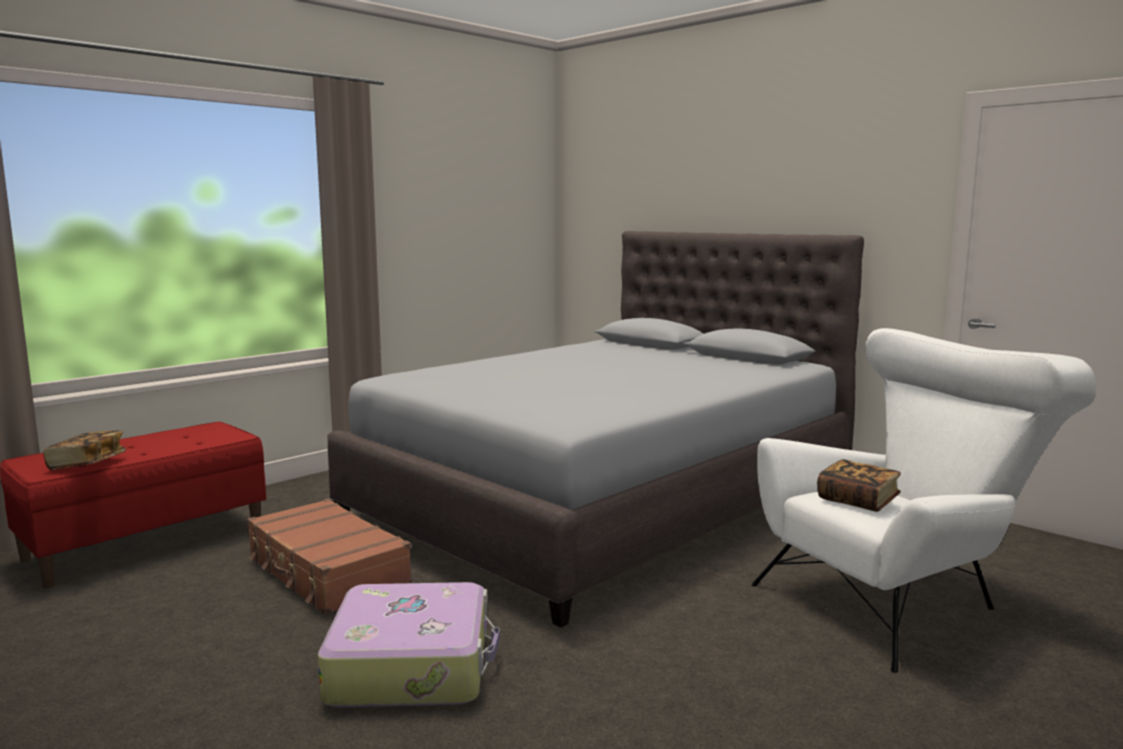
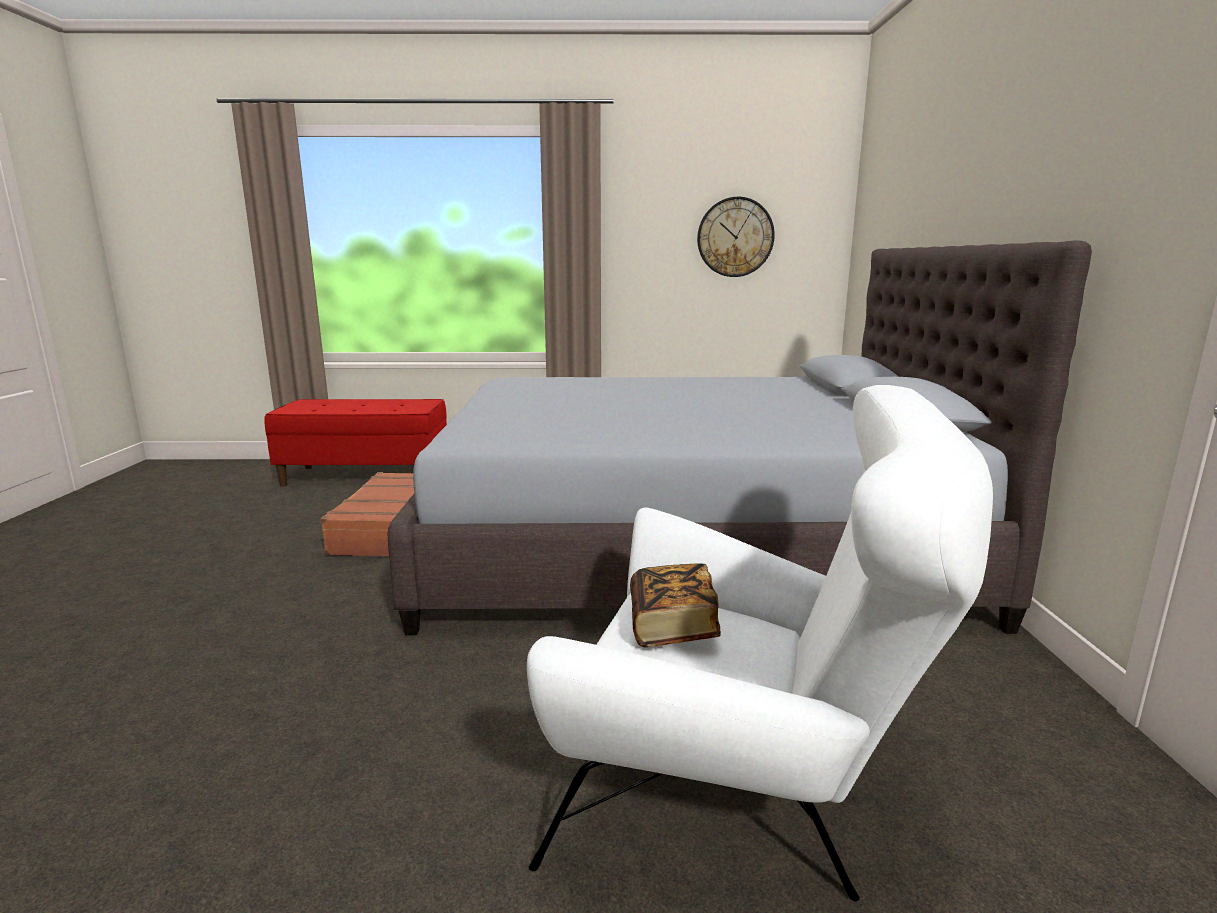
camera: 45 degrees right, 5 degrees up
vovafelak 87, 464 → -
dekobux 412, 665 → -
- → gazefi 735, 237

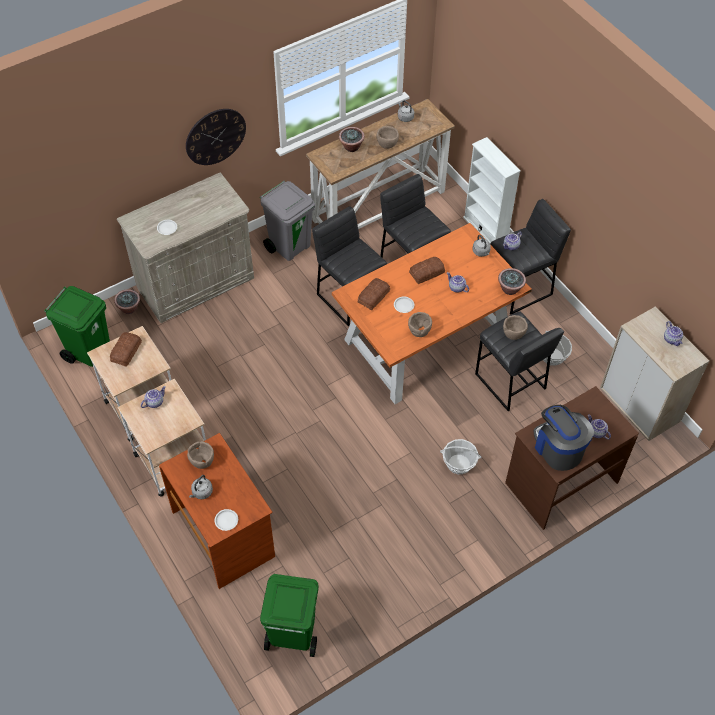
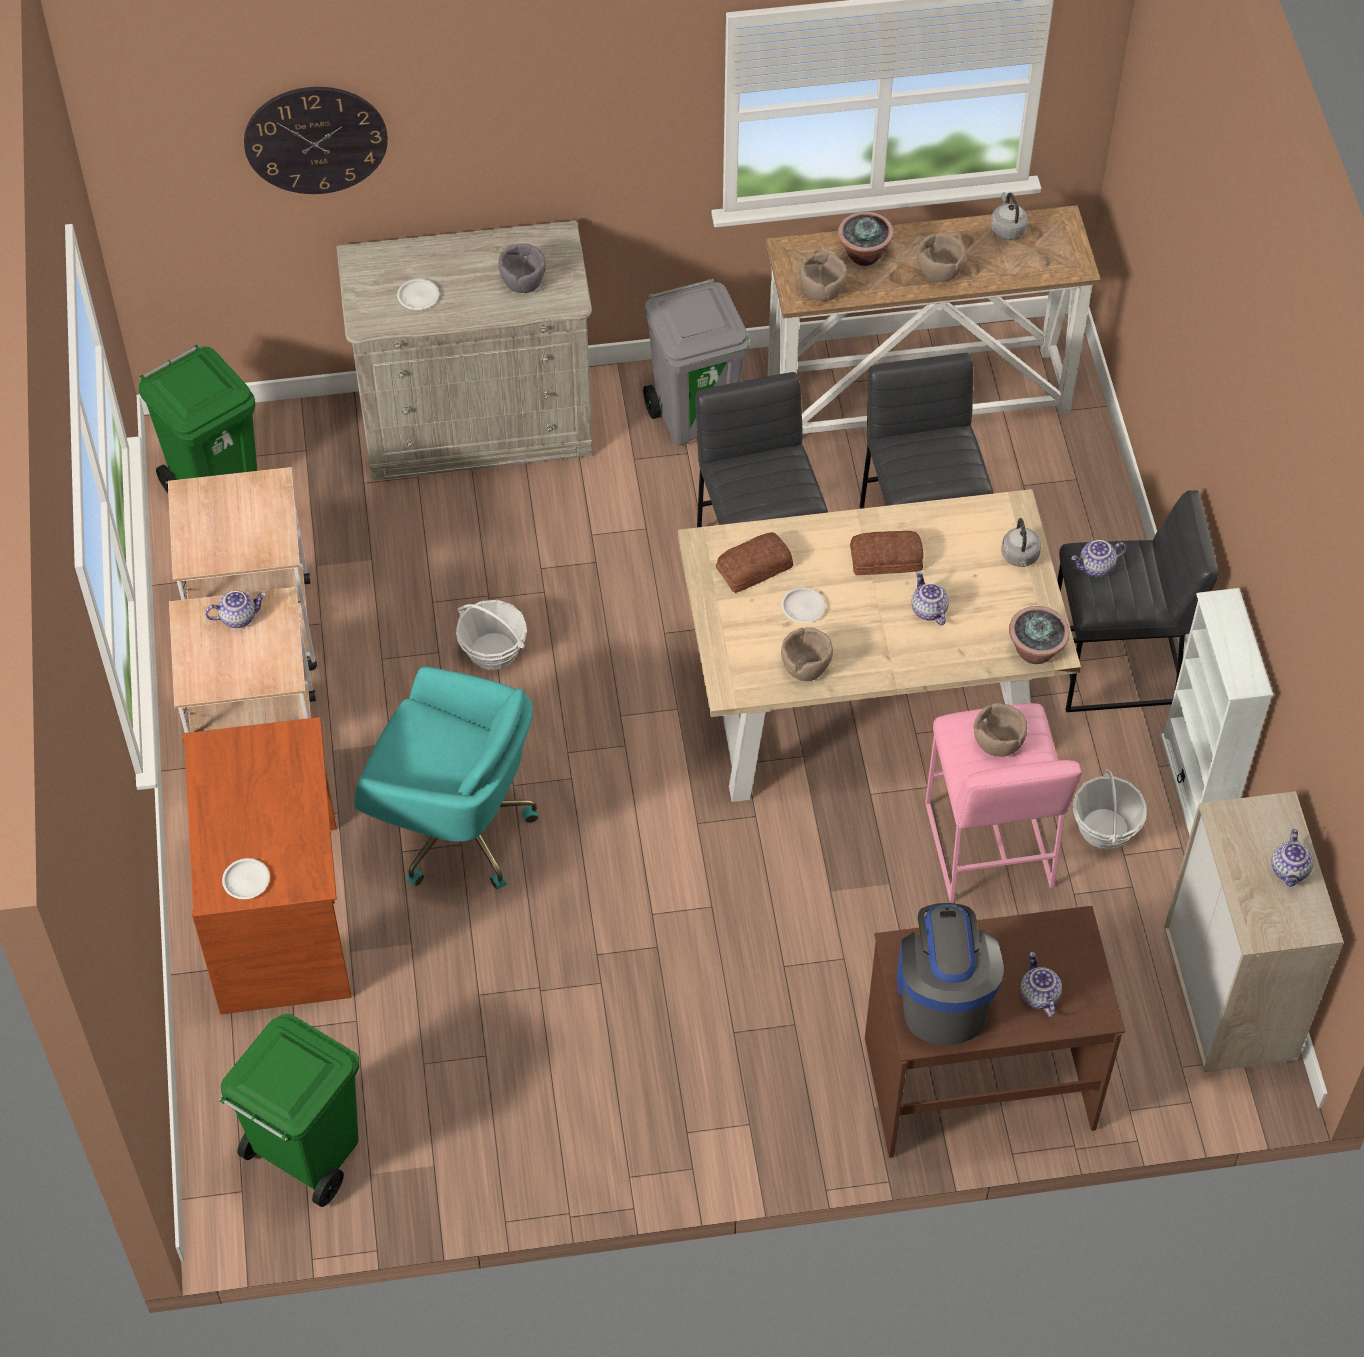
camera: 25 degrees right, 0 degrees up
gazefi 215, 136 → gazefi 315, 139, shifted
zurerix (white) 485, 230 → zurerix (white) 1195, 784, shifted
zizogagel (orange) 426, 340 → zizogagel (beige) 864, 701
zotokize 129, 308 → -
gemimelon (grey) 511, 382 → gemimelon (pink) 989, 847
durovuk 125, 351 → -
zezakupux 459, 464 → zezakupux 493, 651, shifted
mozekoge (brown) 202, 461 → mozekoge (brown) 822, 291, shifted
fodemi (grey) 201, 492 → -
- → mozekoge (grey) 523, 283
- → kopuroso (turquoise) 455, 831

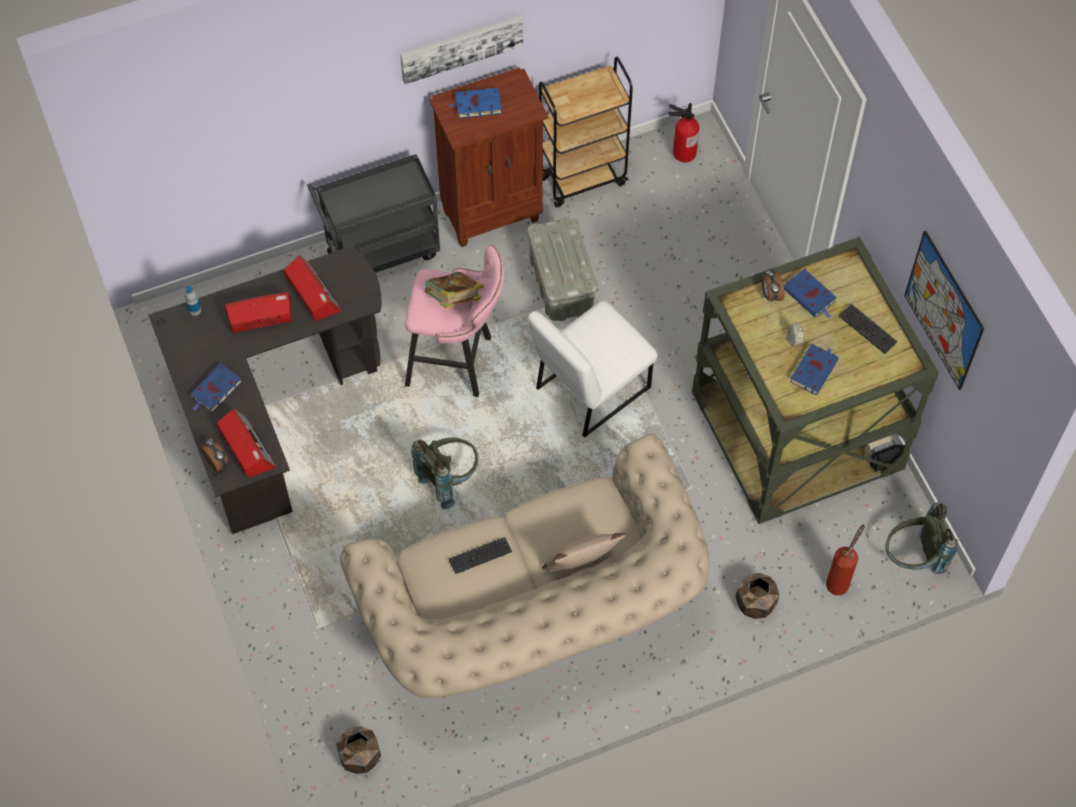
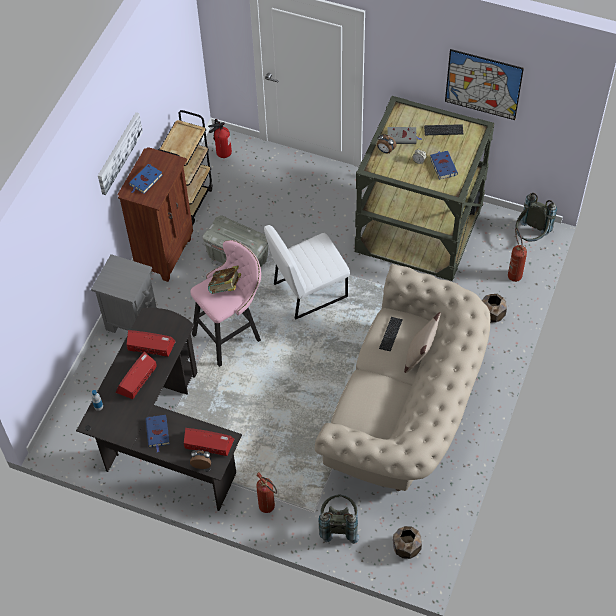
camera: 45 degrees left, 5 degrees down
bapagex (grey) 380, 256 → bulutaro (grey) 132, 320
vovafelak (blue) 810, 296 → vovafelak (grey) 402, 137
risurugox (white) 590, 389 → risurugox (white) 308, 291, 60 degrees clockwise
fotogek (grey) 449, 478 → fotogek (grey) 339, 525, shifted
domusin 480, 556 → domusin 390, 334, shifted
- → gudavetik 269, 509

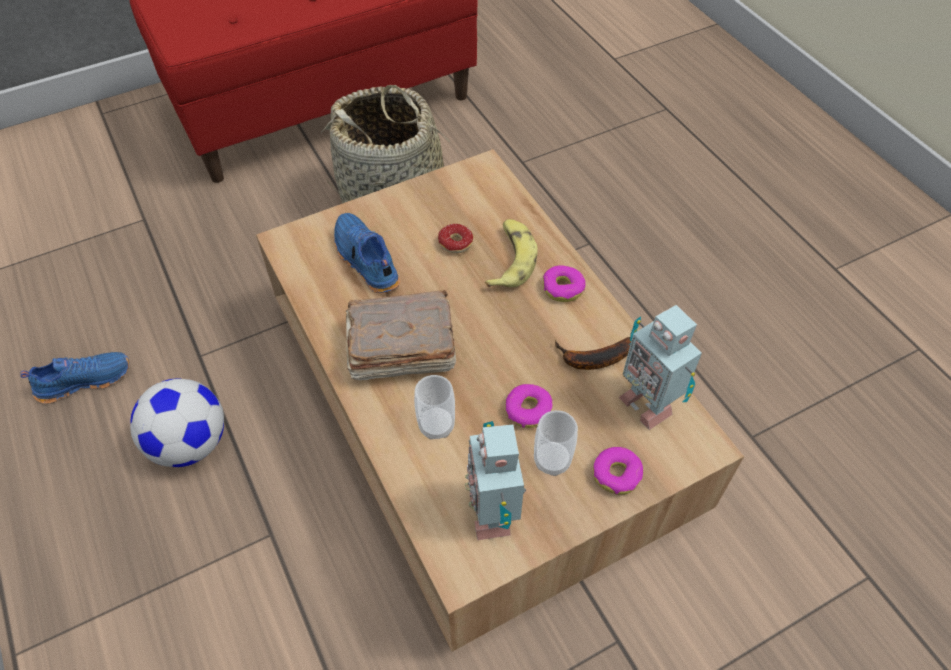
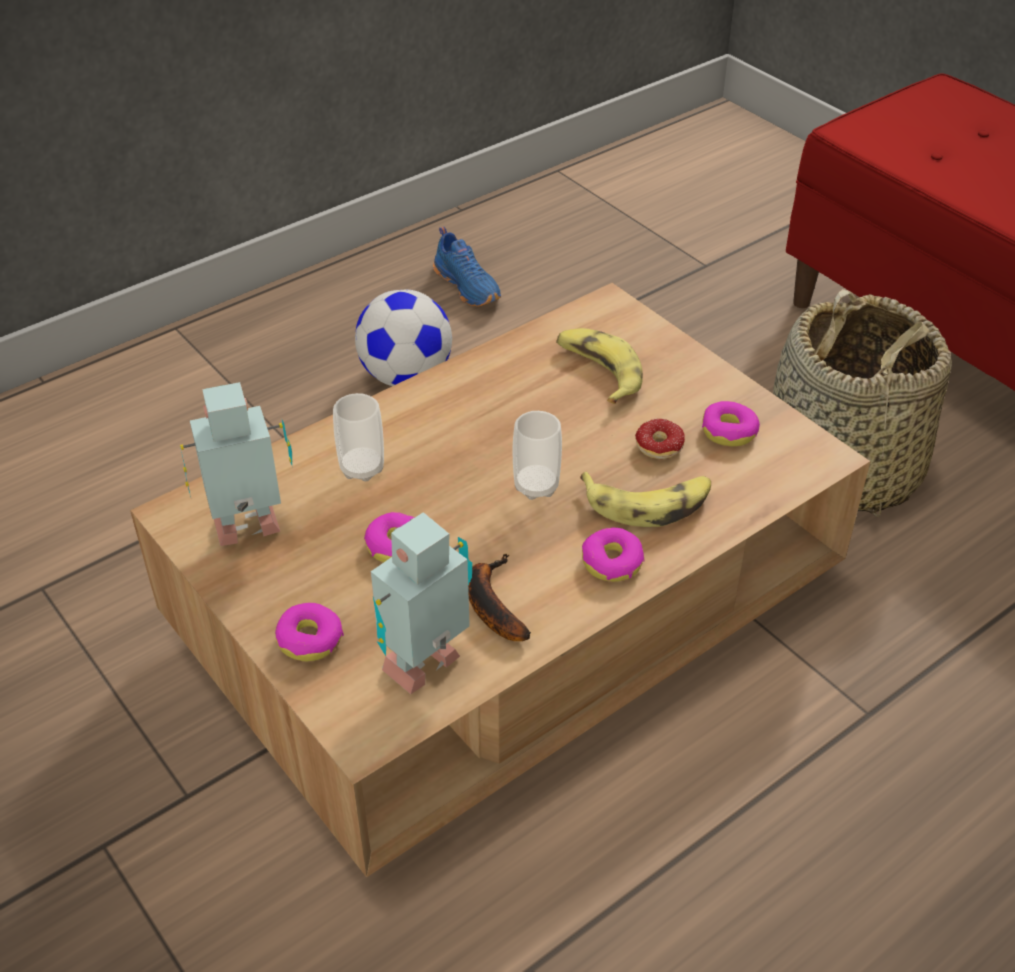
camera: 80 degrees right, 10 degrees down
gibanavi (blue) 365, 261 → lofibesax 598, 372
vovafelak (brown) 400, 348 → -
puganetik 552, 460 → puganetik 536, 486, shifted
- → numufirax 729, 431

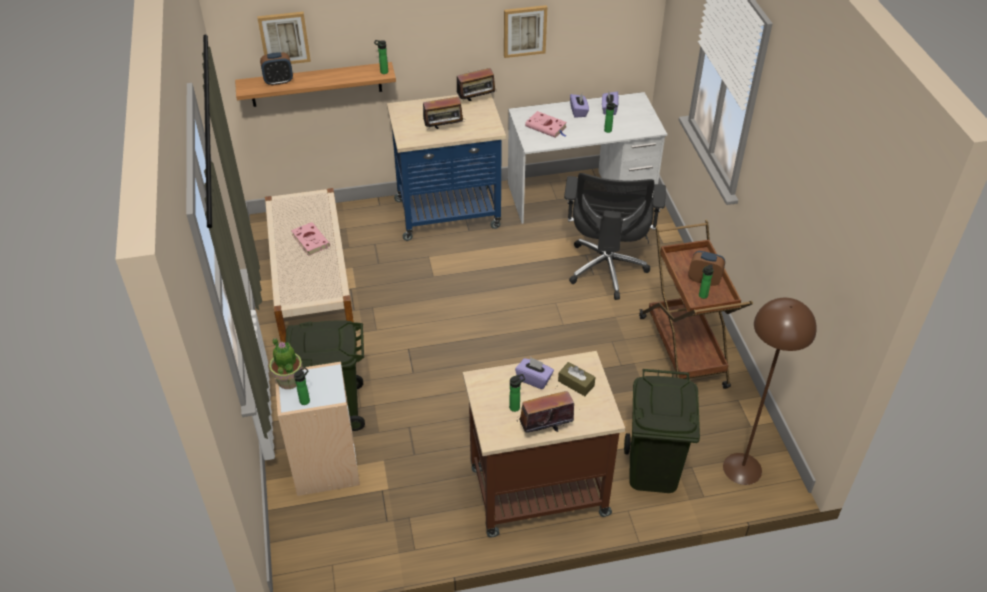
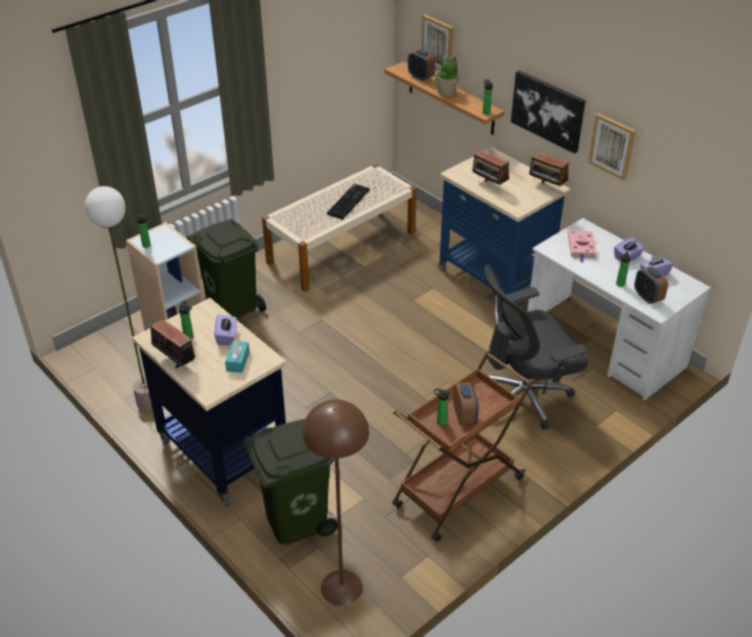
camera: 60 degrees right, 5 degrees down
vovafelak (pink) 310, 240 → domusin 348, 201
zotokize 289, 380 → zotokize 446, 92, shifted
bapagex (brown) 537, 493 → bapagex (blue) 223, 453
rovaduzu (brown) 576, 383 → rovaduzu (turquoise) 238, 361
- → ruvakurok 548, 110
- → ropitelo 147, 402
- → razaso 647, 297

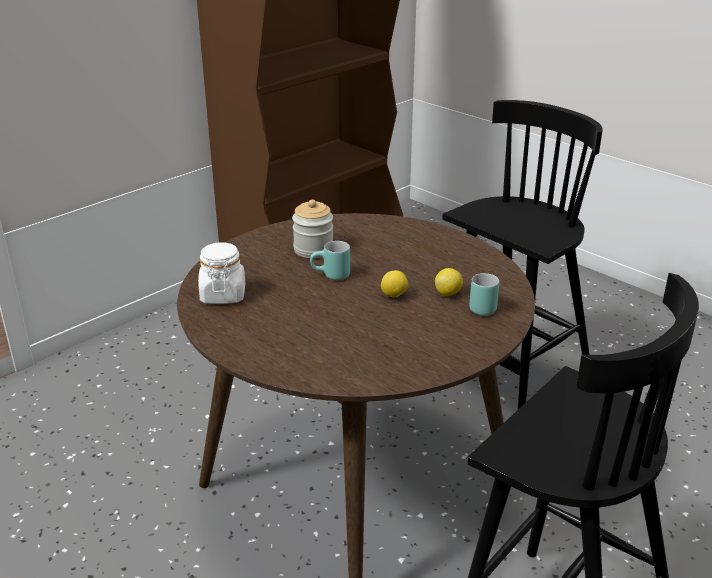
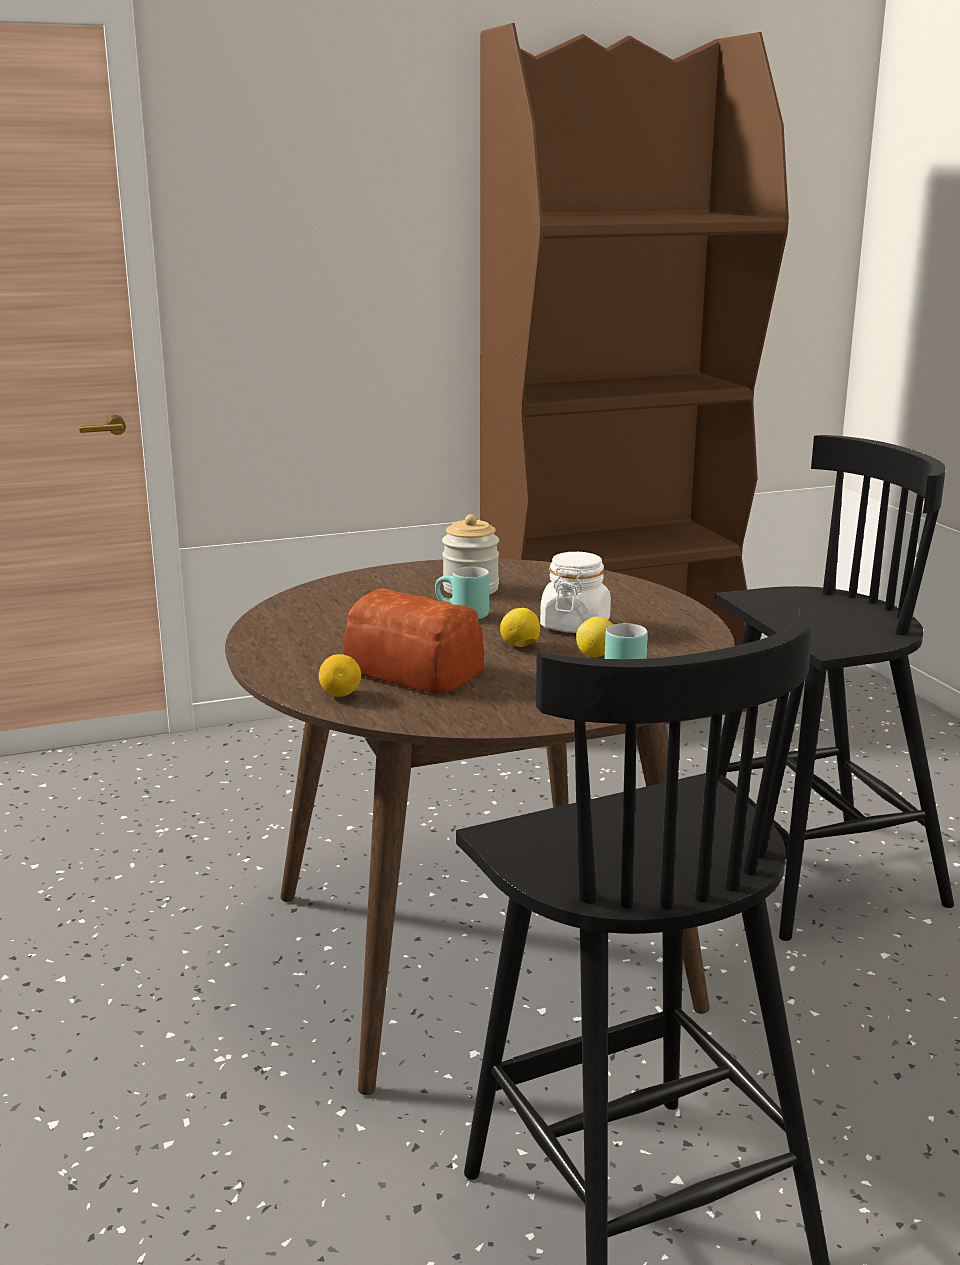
camera: 25 degrees right, 10 degrees down
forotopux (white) 223, 295 → forotopux (white) 575, 625, shifted
- → durovuk 412, 669
- → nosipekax 340, 695

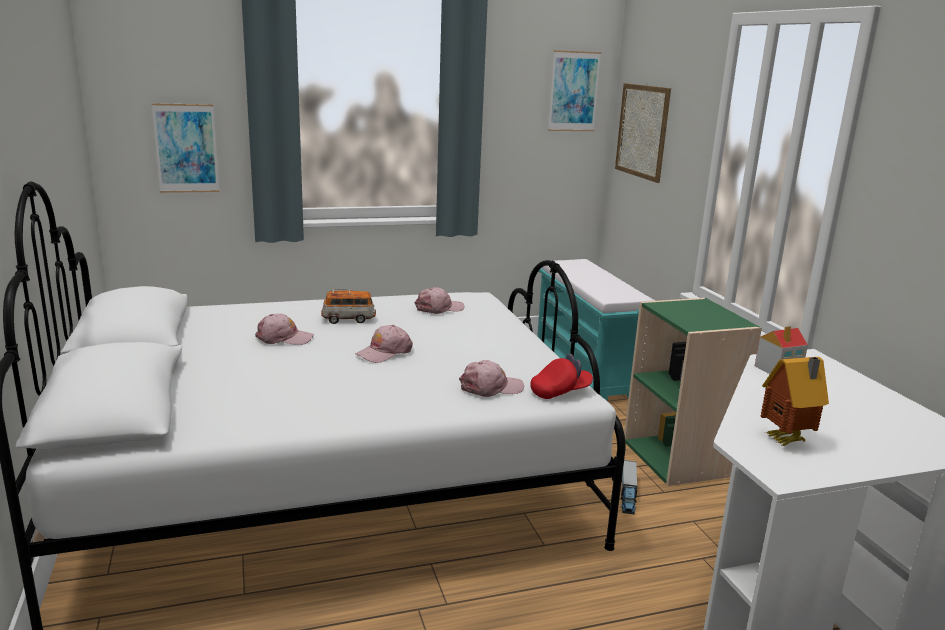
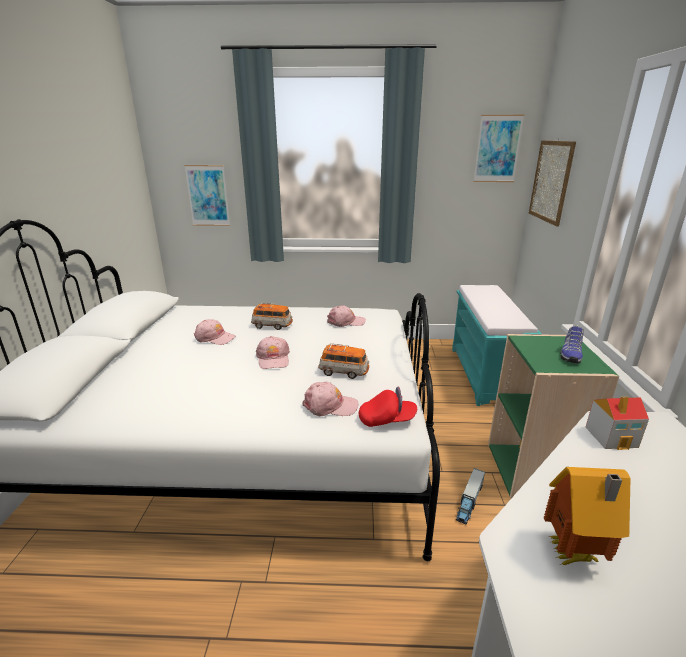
camera: 20 degrees right, 5 degrees up
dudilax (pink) 384, 352 → dudilax (pink) 273, 358, 75 degrees counterclockwise
- → gibanavi 570, 354
- → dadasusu 344, 372

